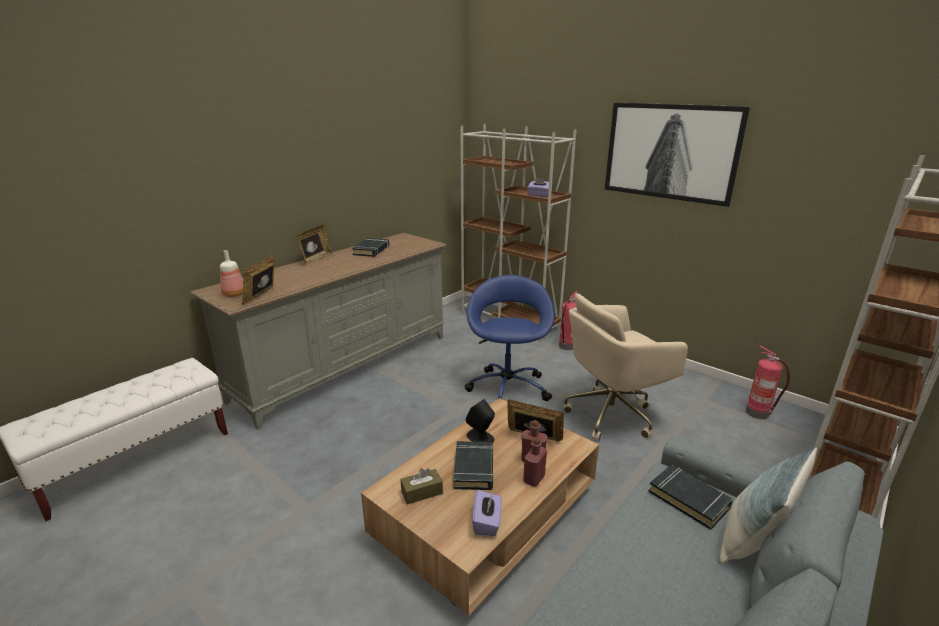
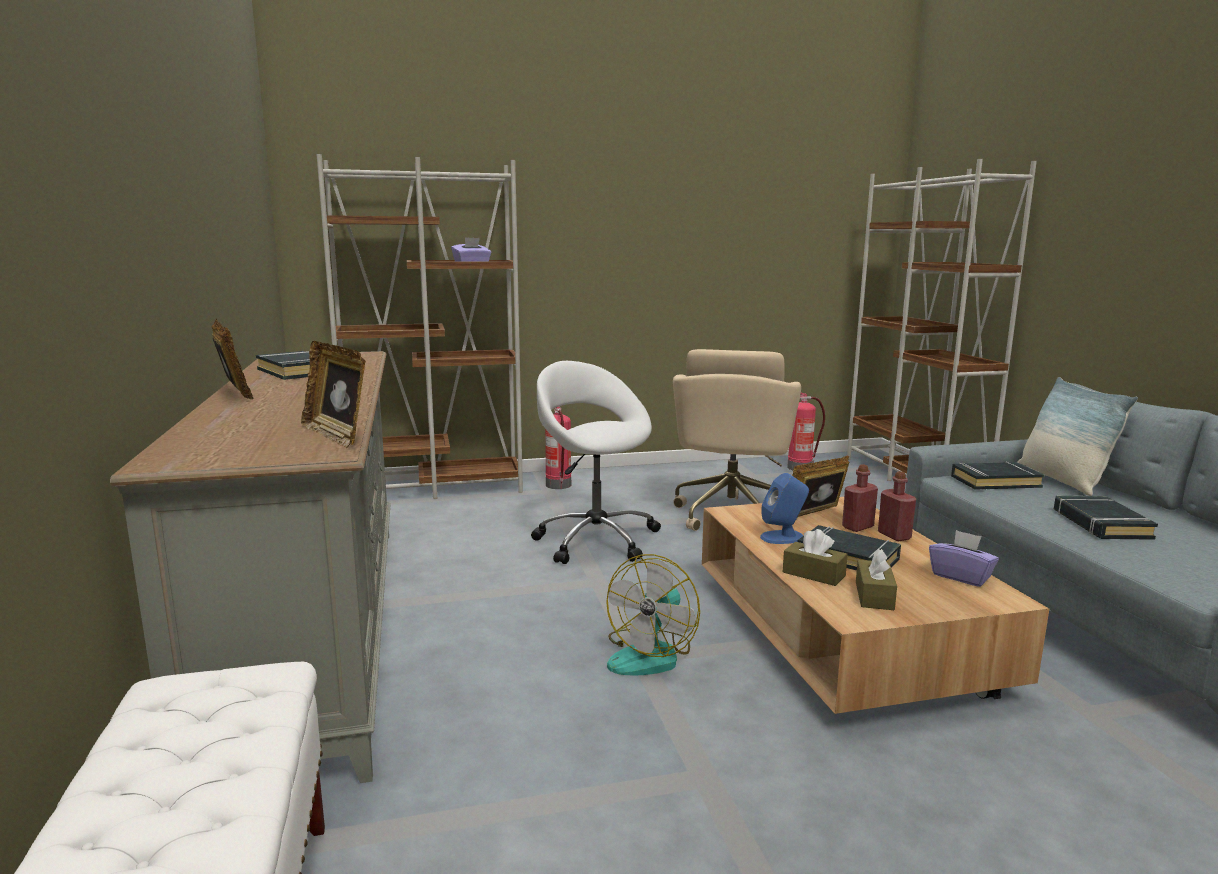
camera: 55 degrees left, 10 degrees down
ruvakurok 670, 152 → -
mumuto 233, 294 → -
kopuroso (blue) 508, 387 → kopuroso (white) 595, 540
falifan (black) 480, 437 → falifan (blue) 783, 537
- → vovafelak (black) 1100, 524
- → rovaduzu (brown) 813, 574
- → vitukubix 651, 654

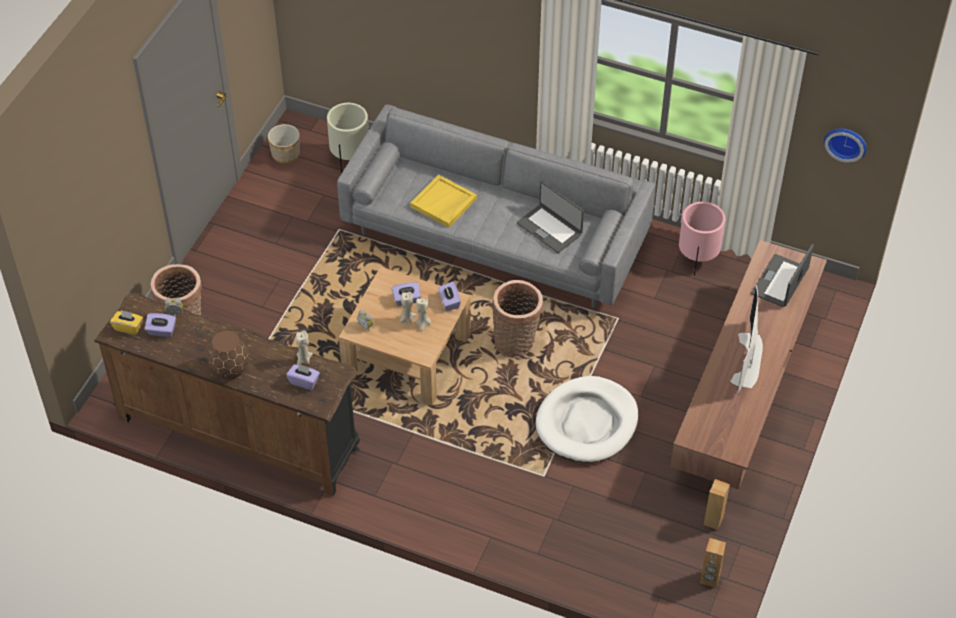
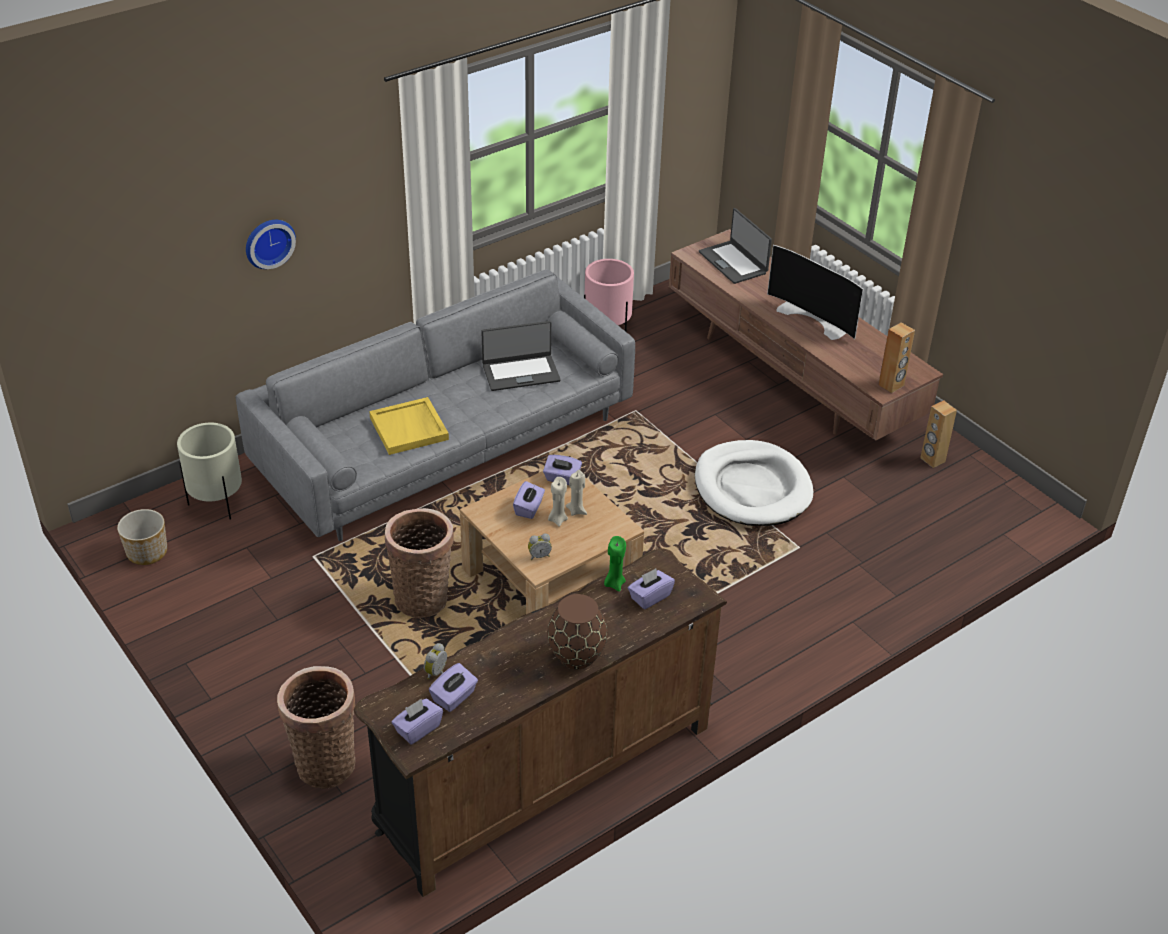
camera: 60 degrees left, 10 degrees down
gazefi 846, 142 → gazefi 268, 242, shifted
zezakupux 516, 342 → zezakupux 423, 597, shifted
rovaduzu (yellow) 128, 327 → rovaduzu (purple) 418, 729
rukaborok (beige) 304, 359 → rukaborok (green) 614, 583
falifan (brown) 709, 579 → falifan (brown) 891, 385, shifted

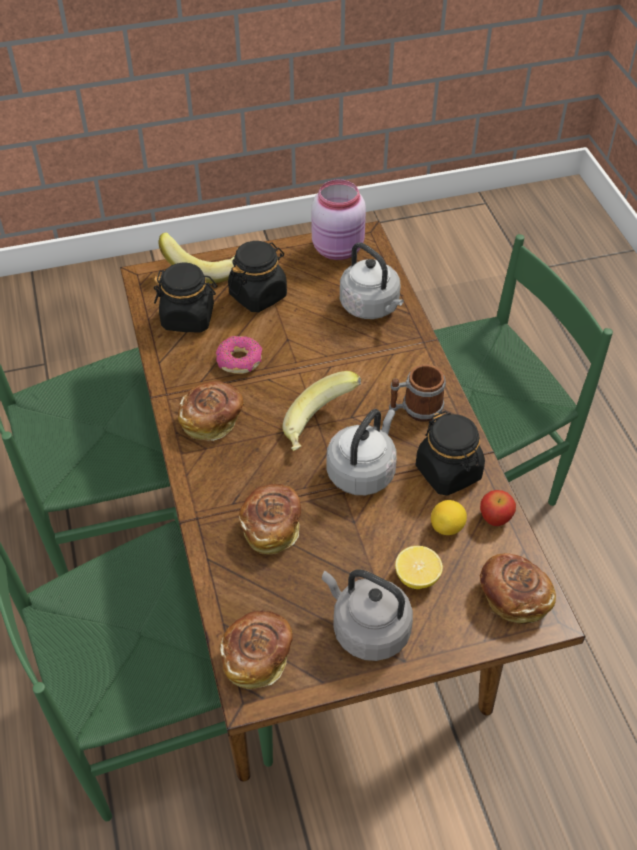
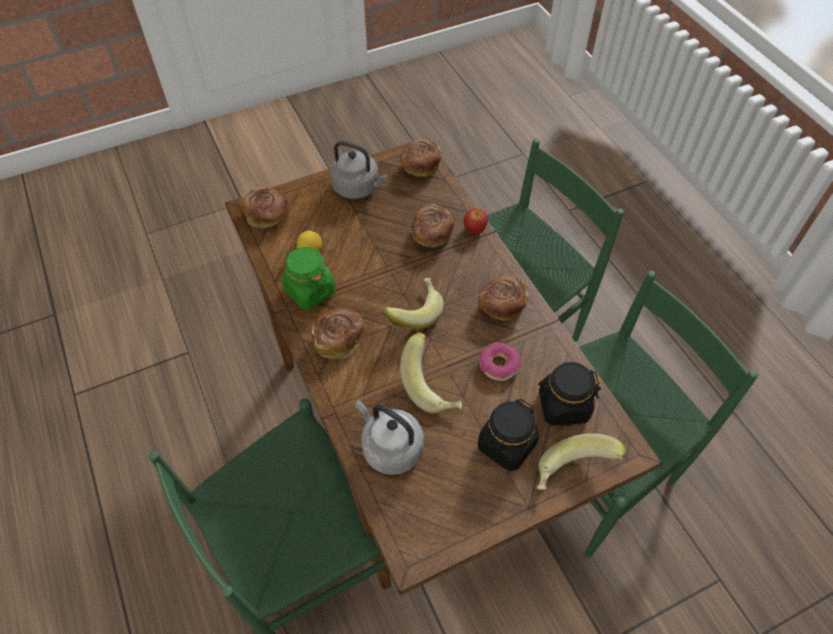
camera: 170 degrees right, 5 degrees up
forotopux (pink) 339, 249 → -
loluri 415, 410 → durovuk 339, 340
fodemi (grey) 362, 471 → -
forotopux (black) 448, 472 → forotopux (green) 310, 291
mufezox 495, 518 → mufezox 474, 229, shifted
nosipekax 417, 577 → -
- → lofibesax 432, 386

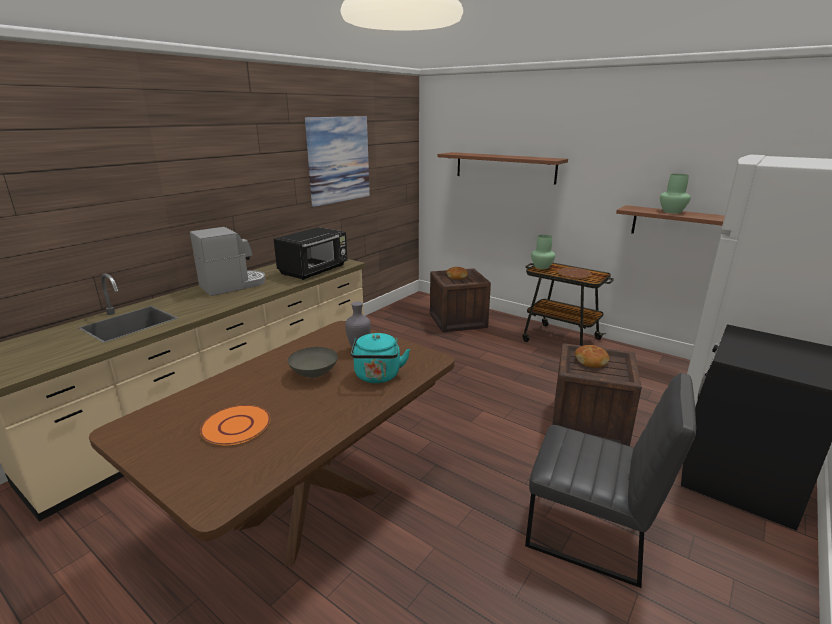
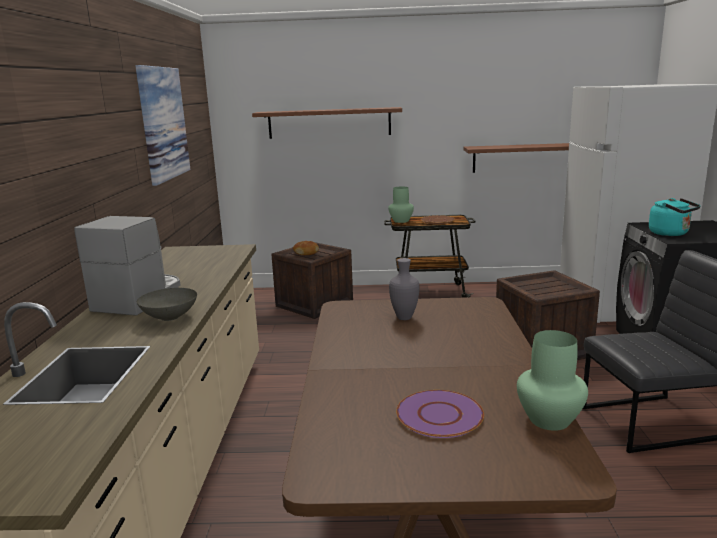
camera: 35 degrees left, 5 degrees down
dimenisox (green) 672, 211 → dimenisox (green) 549, 419, shifted
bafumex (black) 314, 270 → -
fodemi (turquoise) 377, 377 → fodemi (turquoise) 671, 233, shifted
durovuk 591, 361 → -
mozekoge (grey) 313, 374 → mozekoge (grey) 169, 318, shifted
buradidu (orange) 235, 426 → buradidu (purple) 439, 415

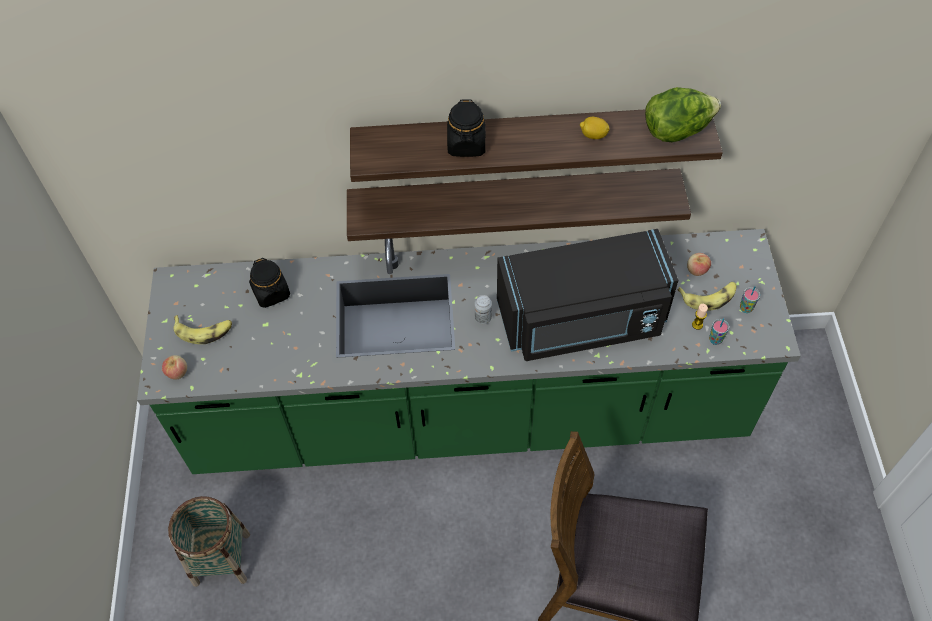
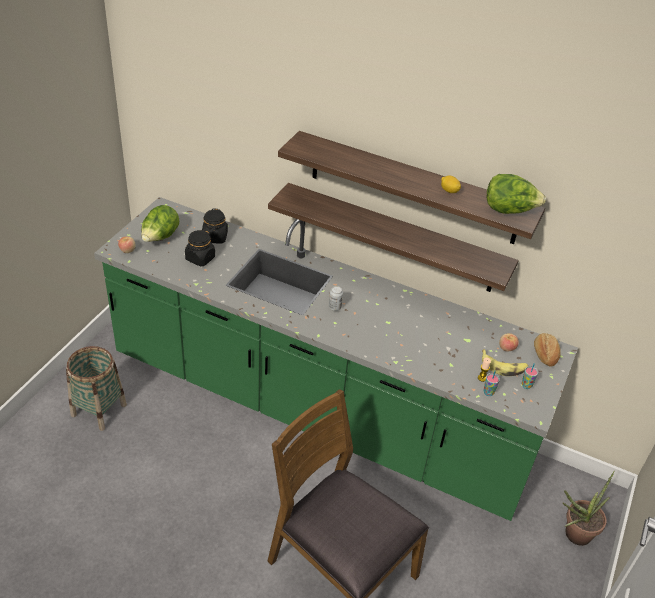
camera: 25 degrees right, 15 degrees down
forotopux (black) 466, 144 → forotopux (black) 200, 258, shifted
bafumex (black) 582, 321 → -
lofibesax 204, 330 → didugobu 160, 238
- → durovuk 544, 354
- → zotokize 572, 535

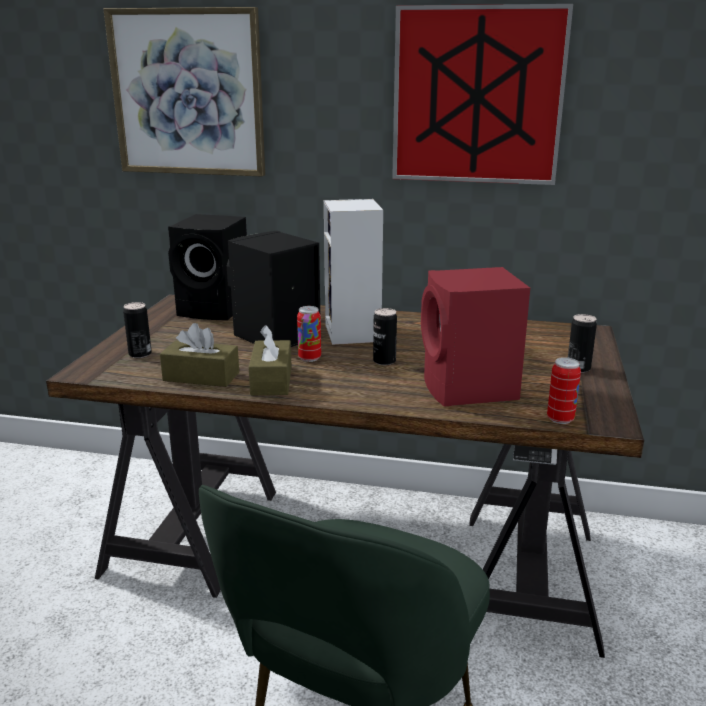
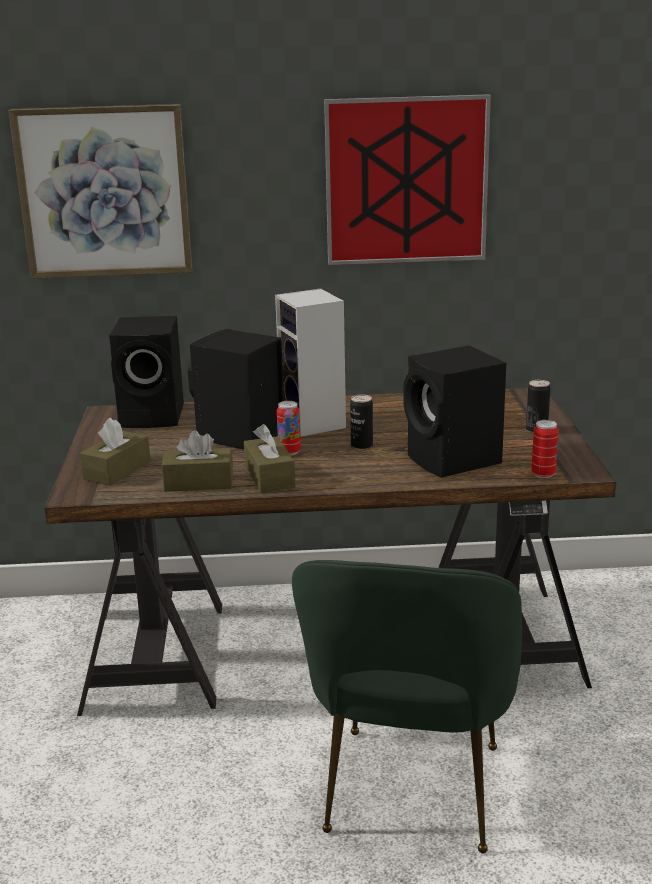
camera: 15 degrees left, 0 degrees up
falifan (red) 469, 390 → falifan (black) 454, 461
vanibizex 140, 354 → rovaduzu (brown) 117, 470

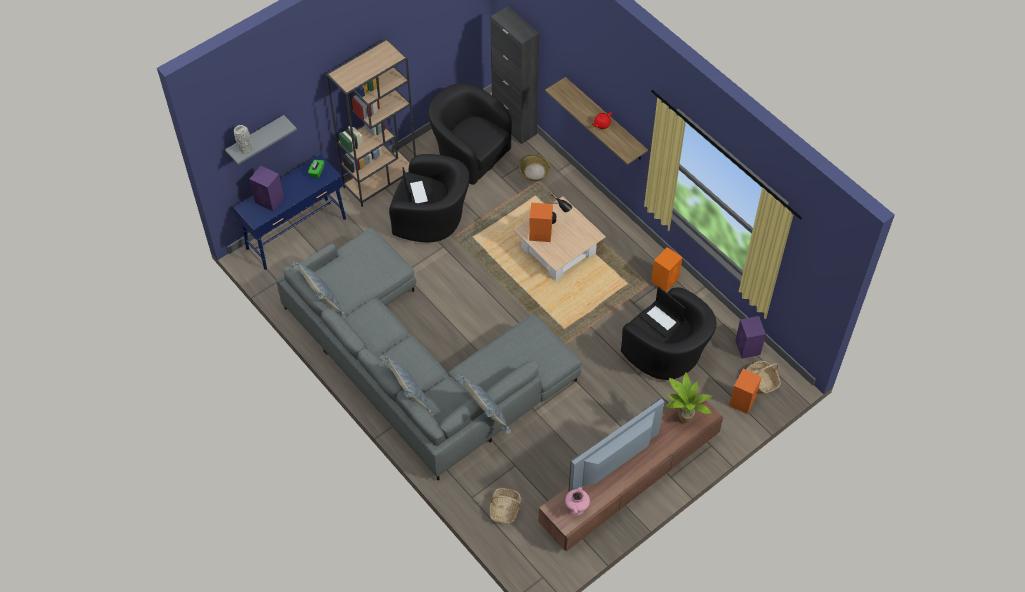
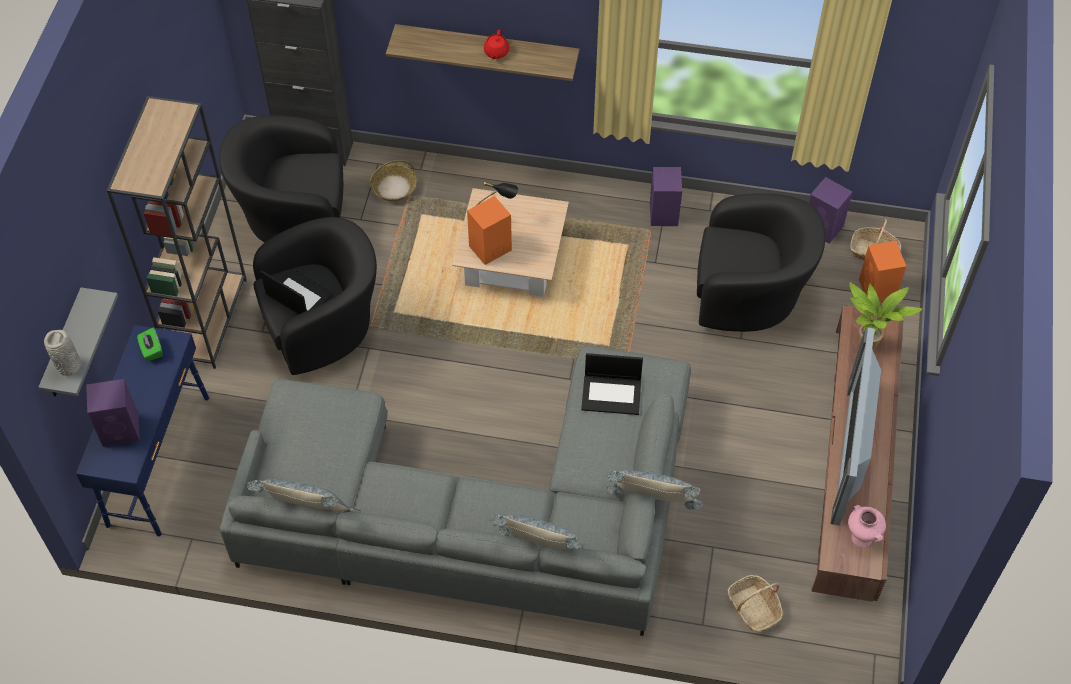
camera: 40 degrees left, 0 degrees up
falifan (orange) 665, 280 → falifan (purple) 663, 213
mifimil 661, 319 → mifimil 612, 394, shifted

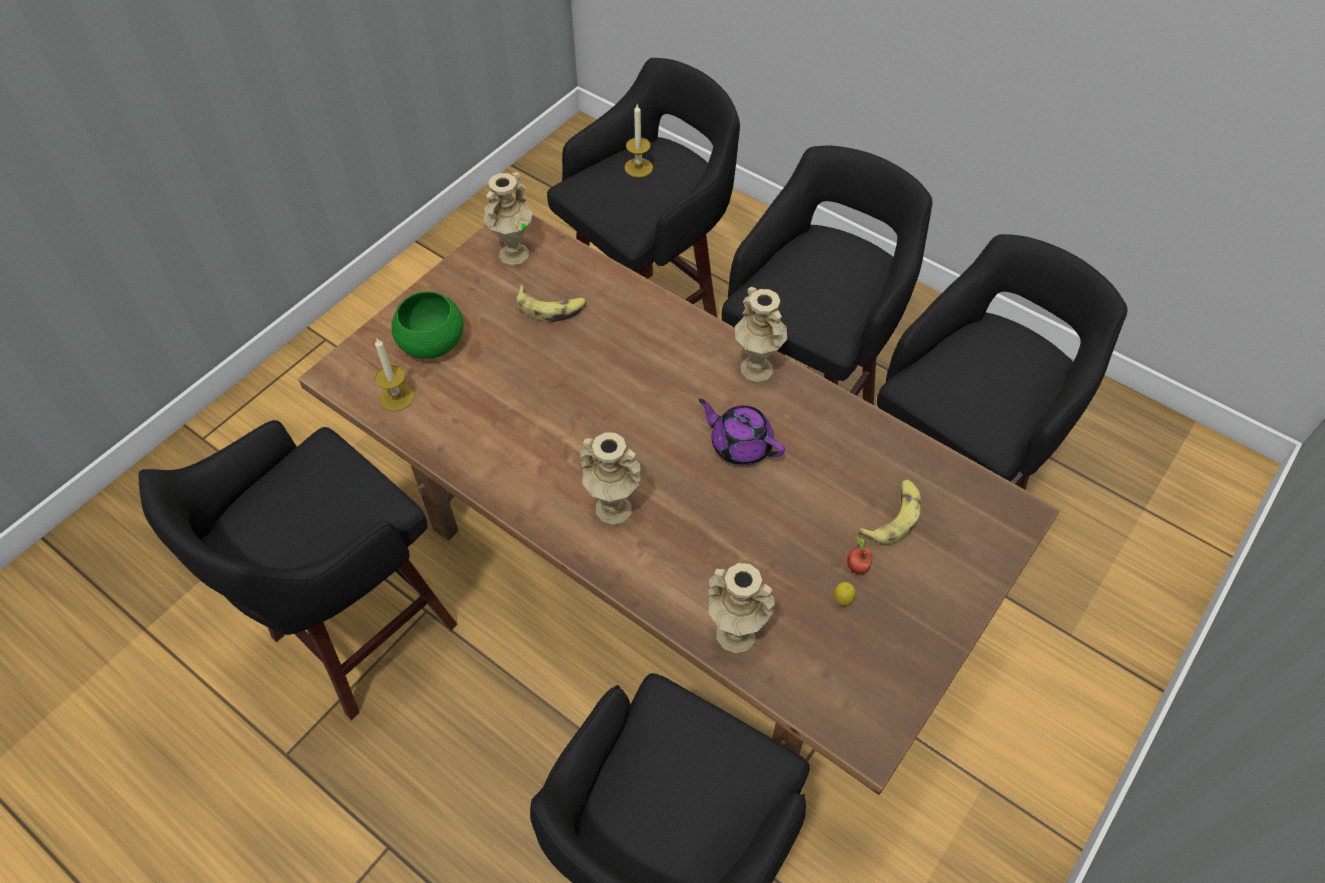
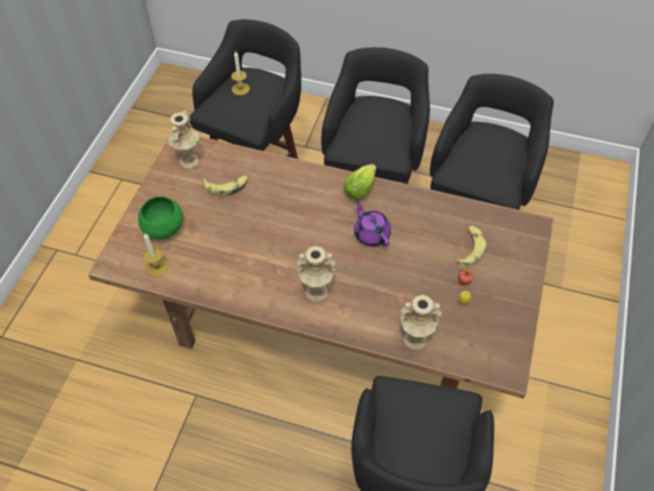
camera: 20 degrees left, 0 degrees up
dimenisox (beige) 755, 368 → didugobu 361, 188
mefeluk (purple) 740, 444 → mefeluk (purple) 371, 234, 45 degrees clockwise
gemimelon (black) 357, 636 → -

